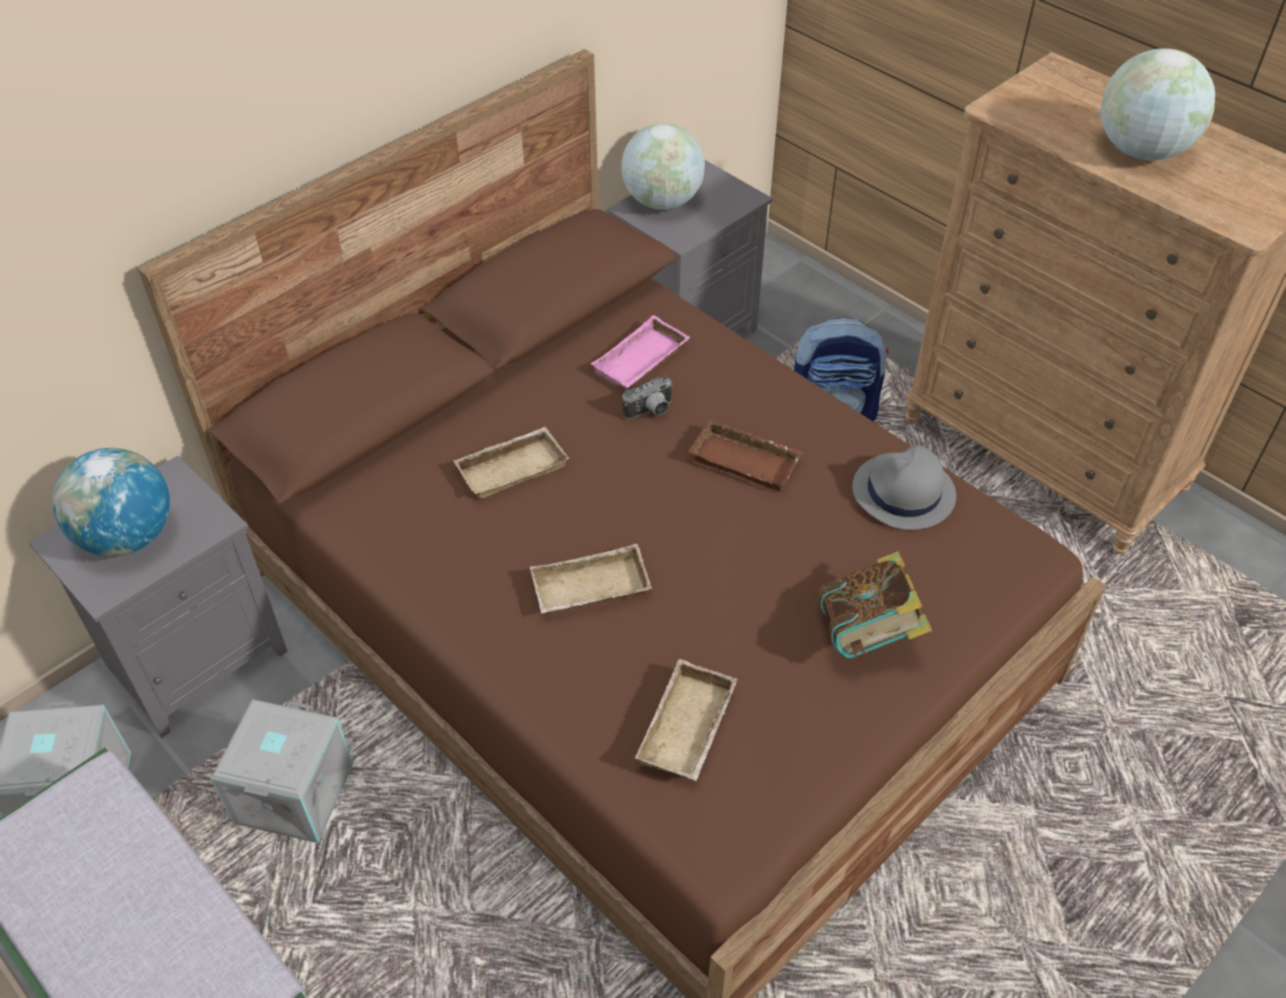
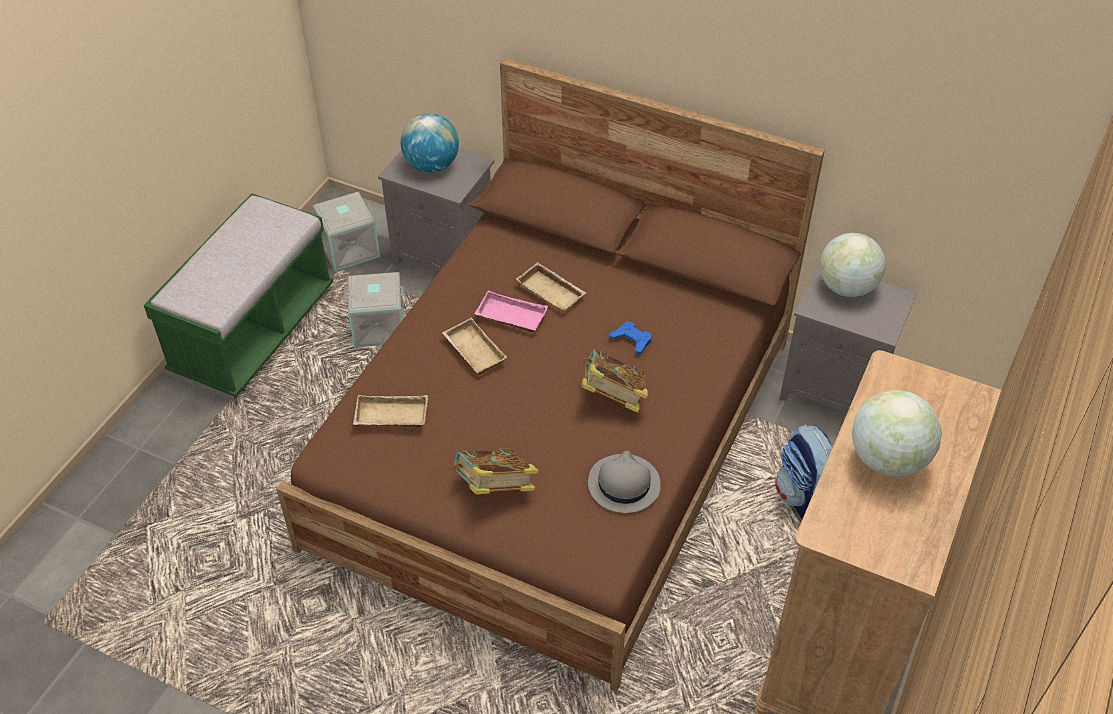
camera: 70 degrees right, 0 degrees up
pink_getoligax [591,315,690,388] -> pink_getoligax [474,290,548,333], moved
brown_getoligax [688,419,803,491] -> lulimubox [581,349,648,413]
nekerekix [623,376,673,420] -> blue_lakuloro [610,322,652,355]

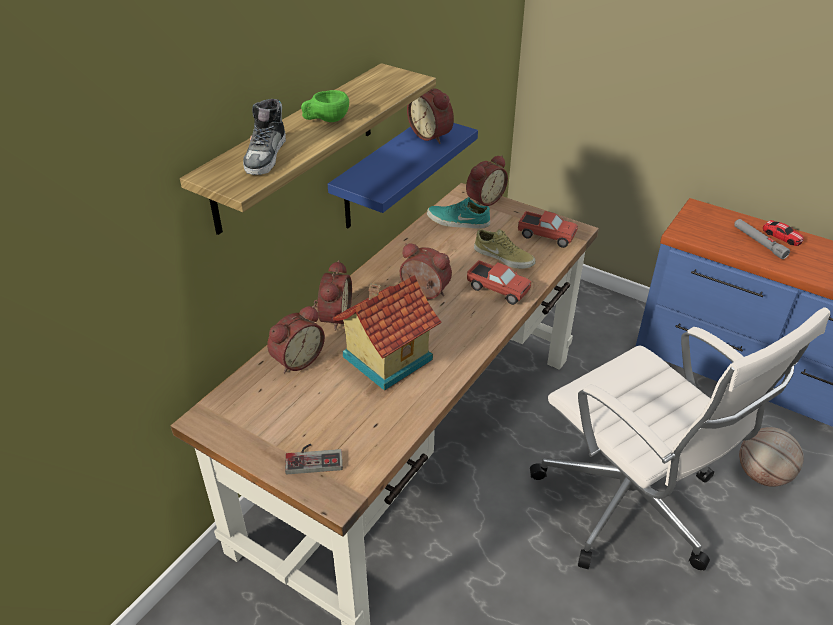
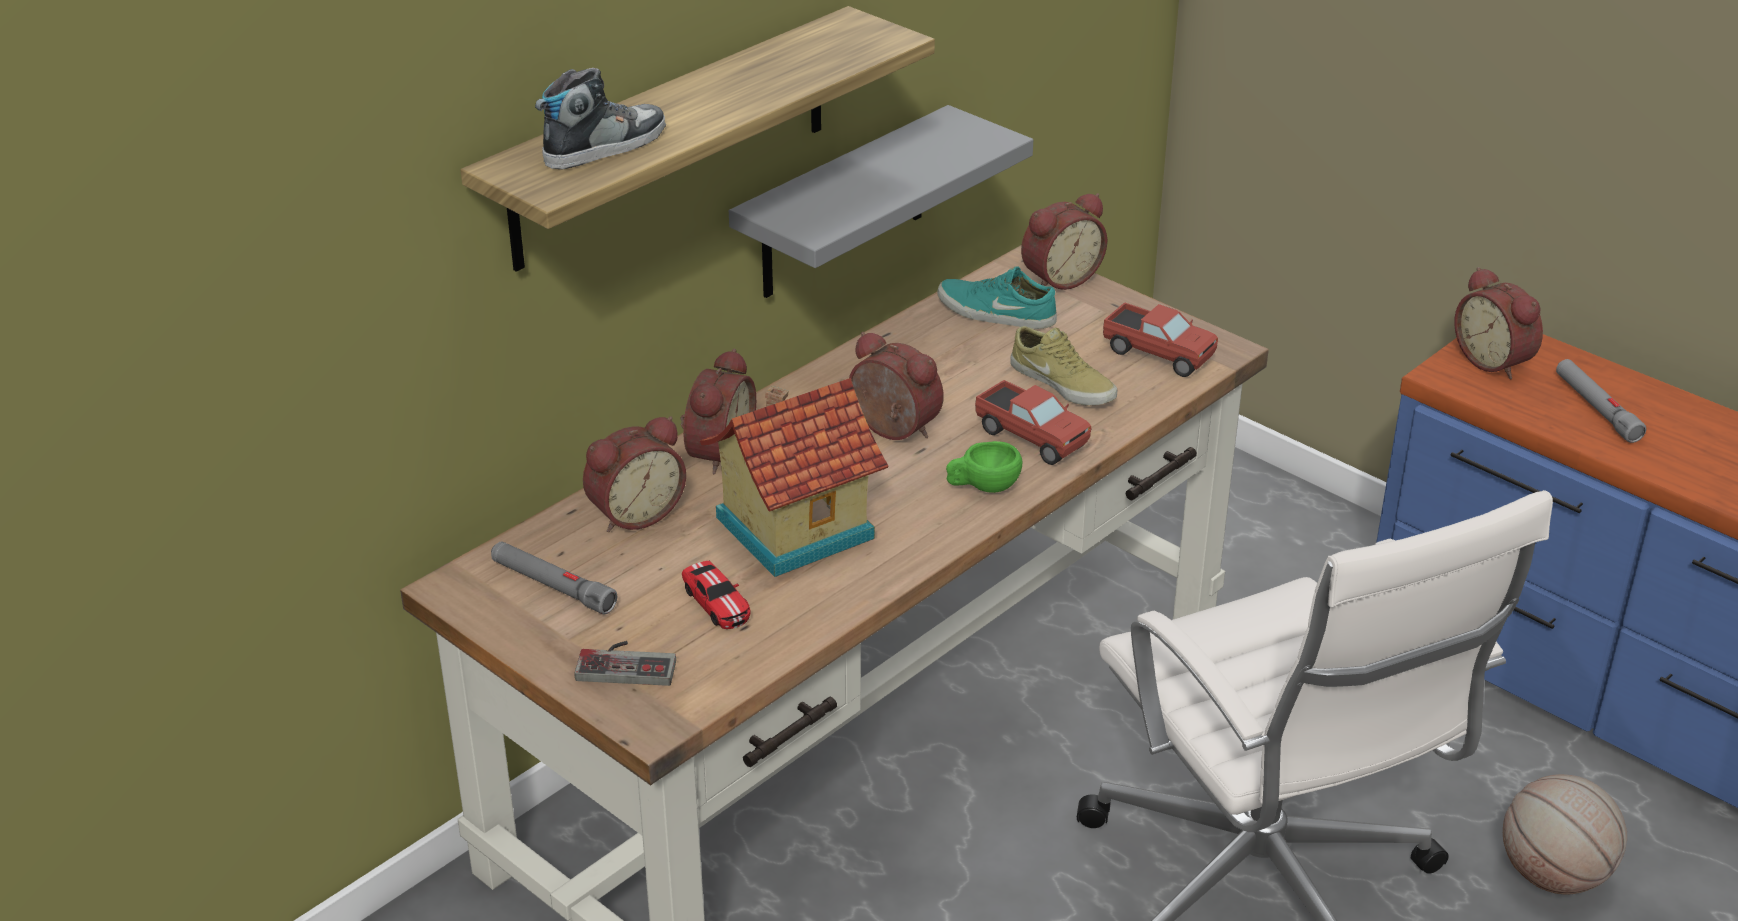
camera: 10 degrees right, 5 degrees down
none -> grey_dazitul [491,541,617,614]
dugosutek [243,99,286,175] -> dugosutek [535,68,666,169], 150 degrees counterclockwise
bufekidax [763,220,804,246] -> bufekidax [682,561,750,629], moved
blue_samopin [328,123,478,228] -> grey_samopin [729,105,1033,298]
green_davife [301,90,349,122] -> green_davife [946,441,1022,493], moved
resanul [407,88,454,144] -> resanul [1454,267,1543,379], moved

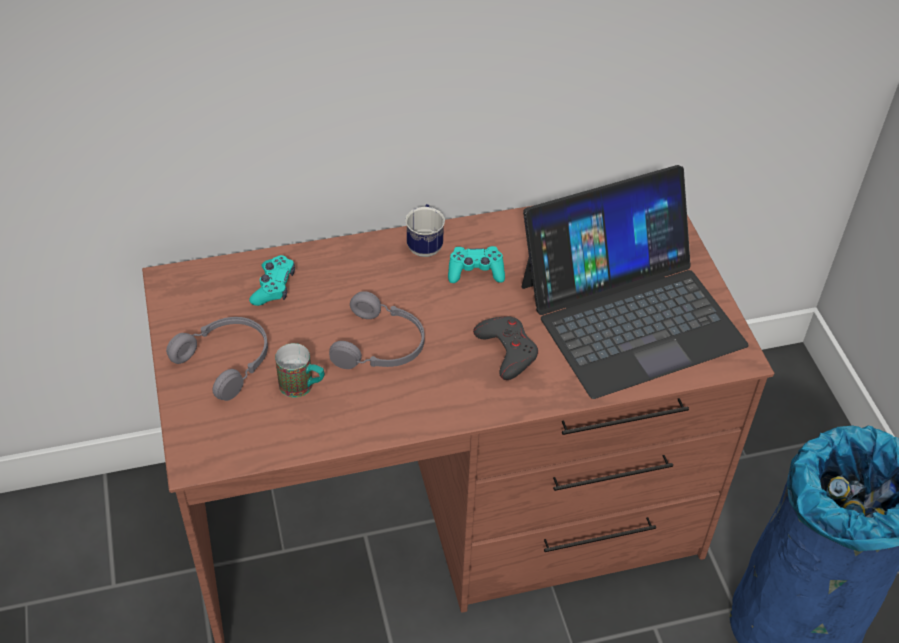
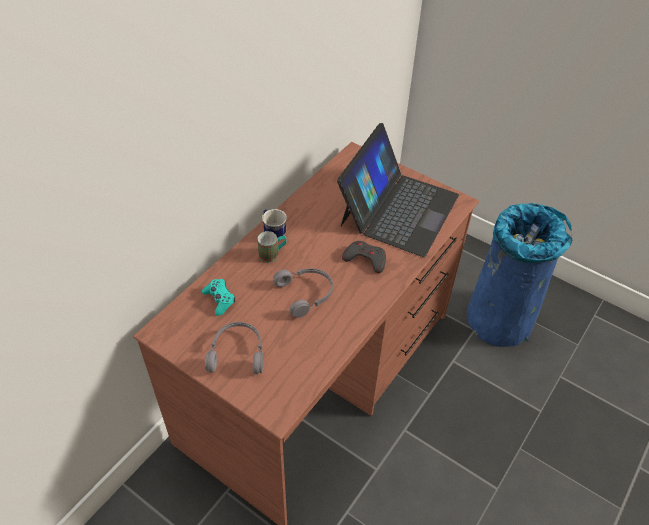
camera: 40 degrees left, 0 degrees up
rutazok [275,343,324,397] -> rutazok [257,231,287,263], moved
turquoise_lakuloro [448,246,505,283] -> none

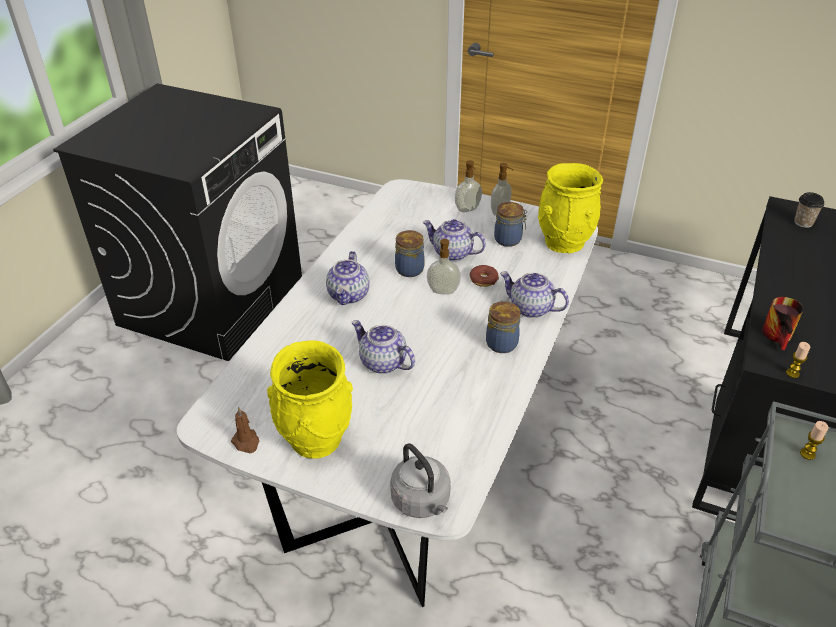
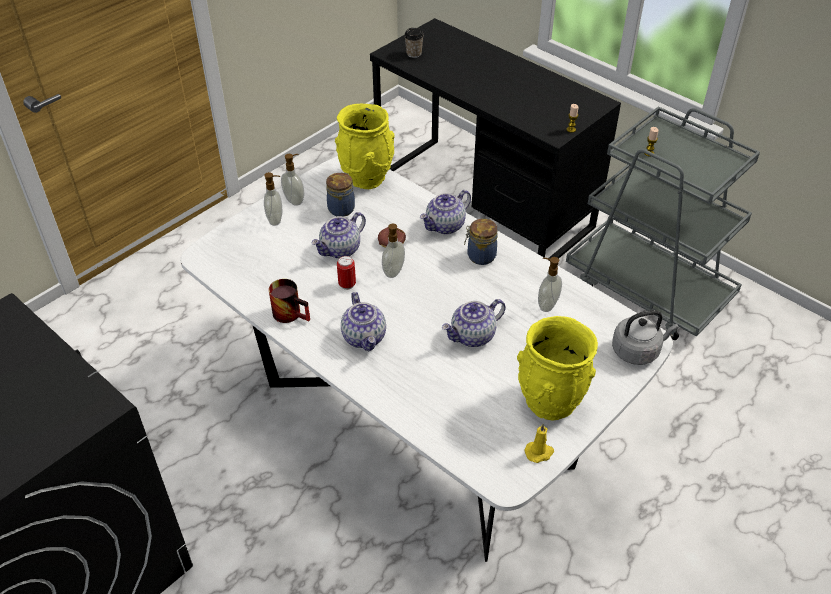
camera: 70 degrees left, 5 degrees up
rutazok [762,297,803,350] -> rutazok [269,279,310,323], moved
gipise [395,230,425,277] -> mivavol [337,256,356,290]
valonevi [326,251,369,305] -> valonevi [341,292,386,351], 45 degrees clockwise
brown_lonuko [231,407,259,453] -> yellow_lonuko [524,423,554,463]
none -> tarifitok [538,257,562,312]

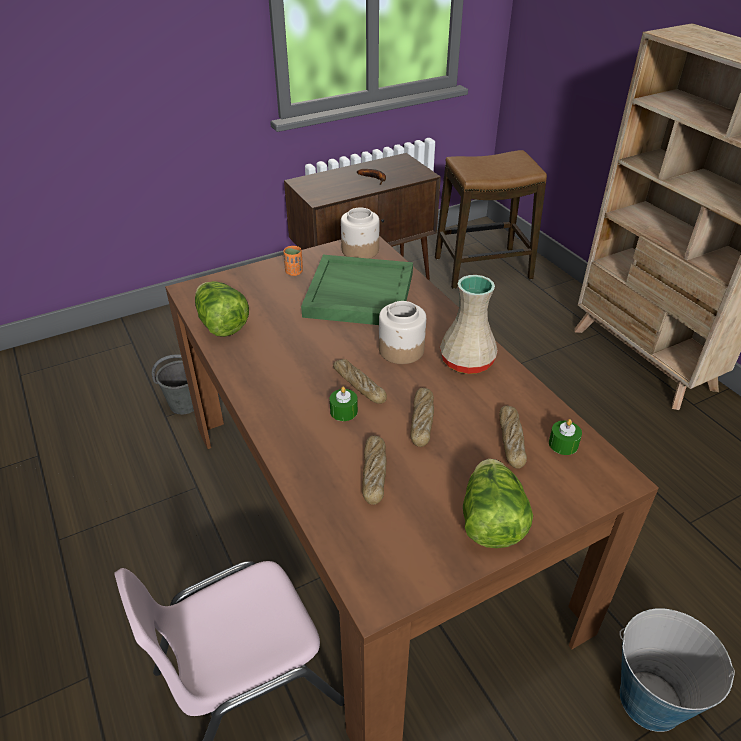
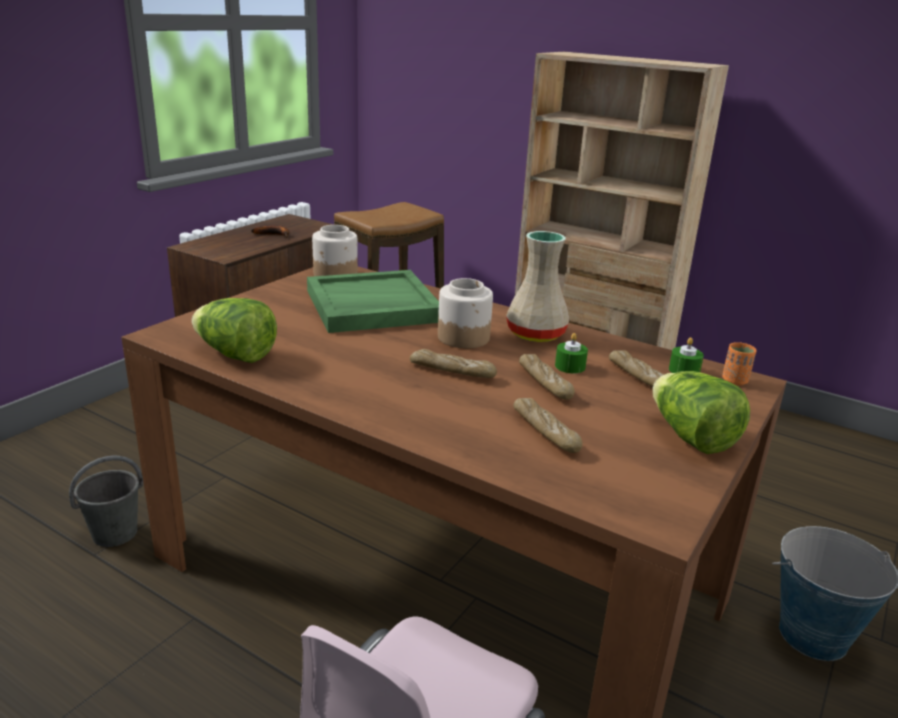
camera: 30 degrees left, 15 degrees down
green_lonuko [330,387,358,421] -> green_lonuko [555,333,588,373], moved
orange_davife [283,246,303,276] -> orange_davife [722,342,757,386], moved

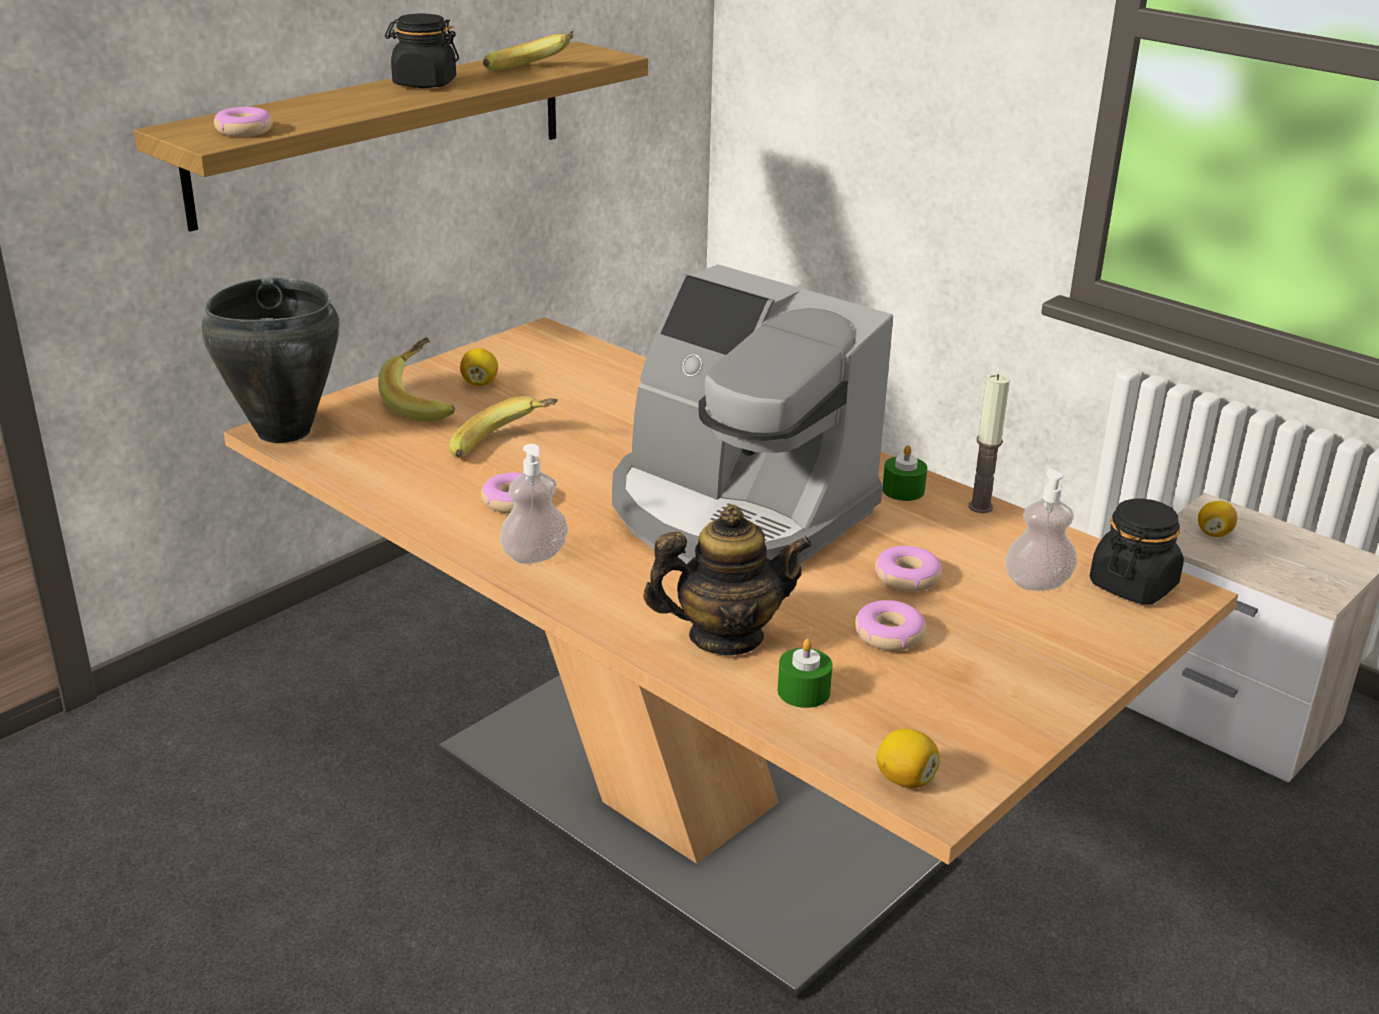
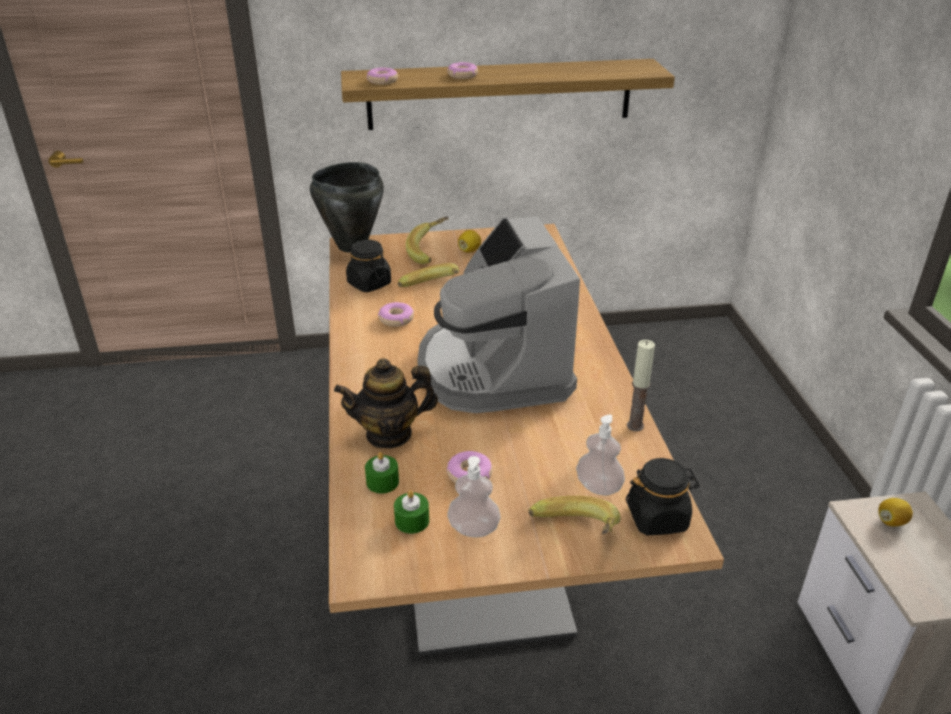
camera: 40 degrees right, 5 degrees up
valonevi [643,505,812,656] -> valonevi [334,358,438,449], 135 degrees clockwise
black_gipise [385,13,459,88] -> black_gipise [346,240,391,292], moved
green_lonuko [882,445,927,501] -> green_lonuko [394,490,429,534], moved
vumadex [875,546,943,592] -> vumadex [447,62,478,79], moved
tarifitok [500,444,568,564] -> tarifitok [448,456,500,537], moved
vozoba [483,31,574,70] -> vozoba [528,496,621,535], moved
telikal [876,729,940,788] -> none

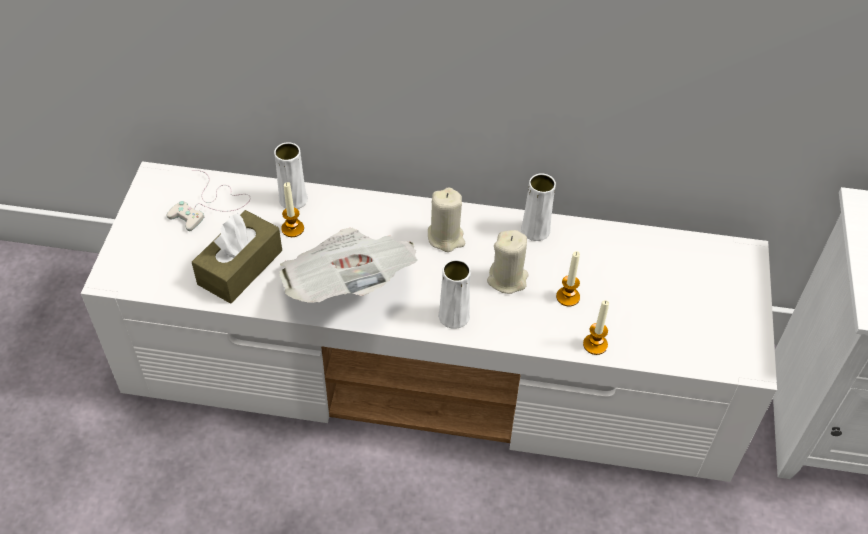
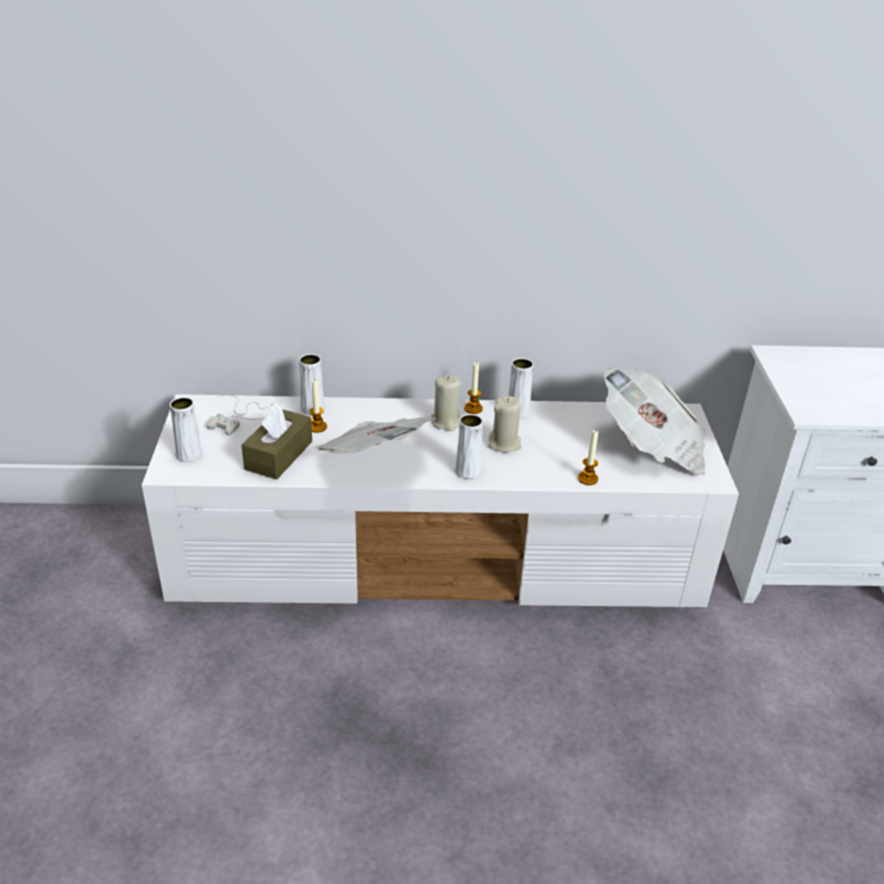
camera: 10 degrees left, 15 degrees down
none -> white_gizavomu [170,397,203,462]
lonuko [556,251,580,306] -> lonuko [464,362,483,414], moved
none -> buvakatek [604,368,706,475]

